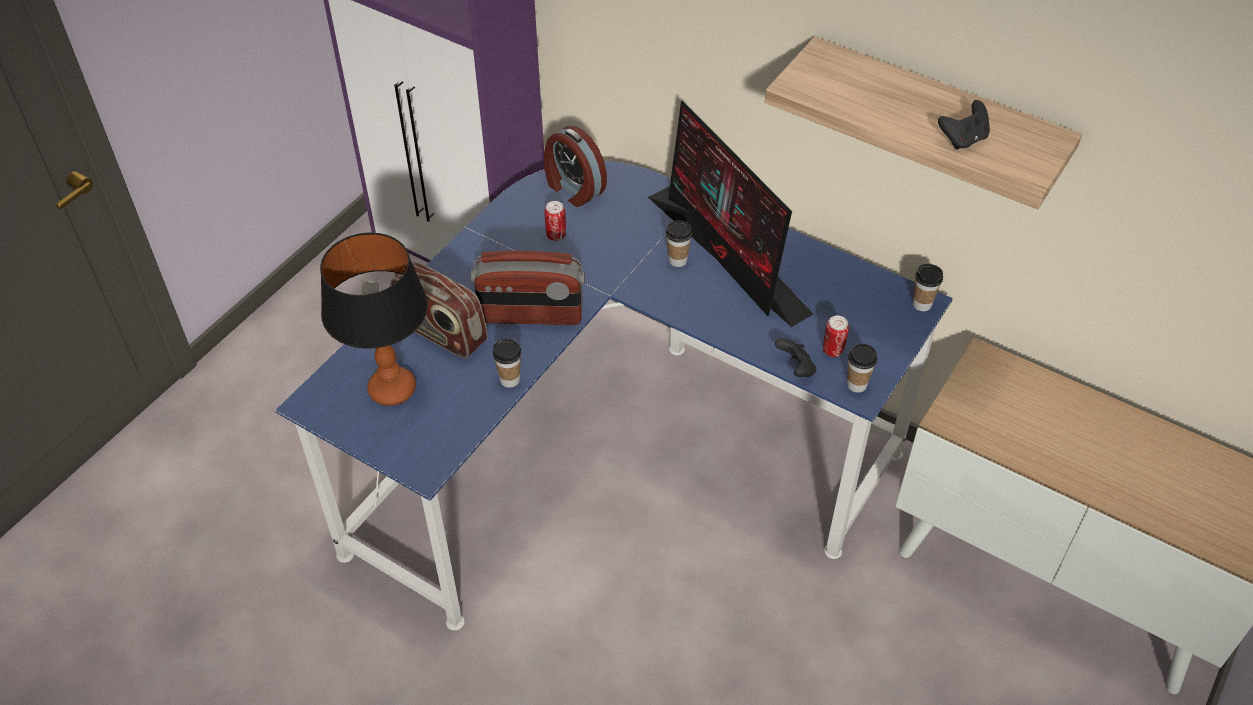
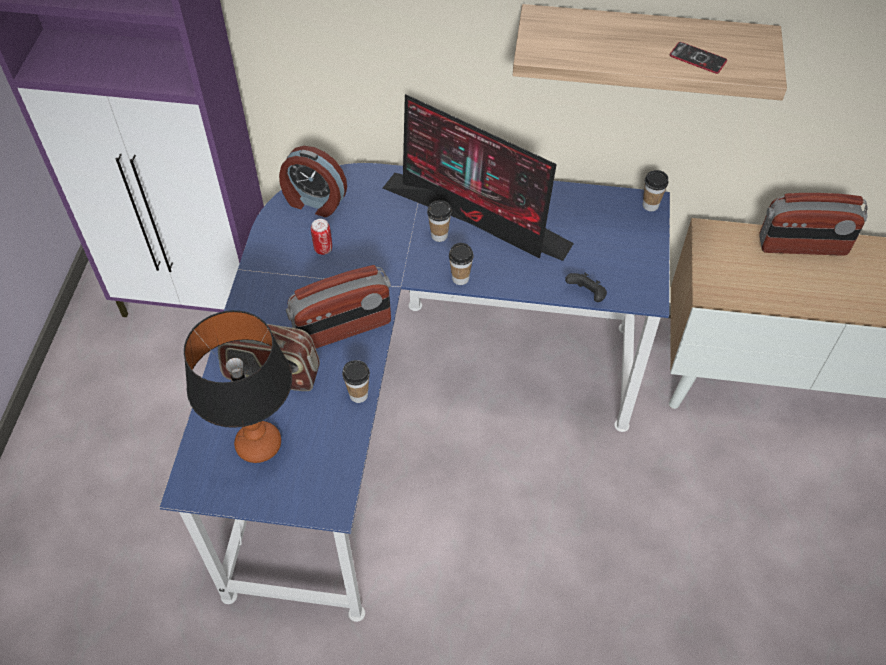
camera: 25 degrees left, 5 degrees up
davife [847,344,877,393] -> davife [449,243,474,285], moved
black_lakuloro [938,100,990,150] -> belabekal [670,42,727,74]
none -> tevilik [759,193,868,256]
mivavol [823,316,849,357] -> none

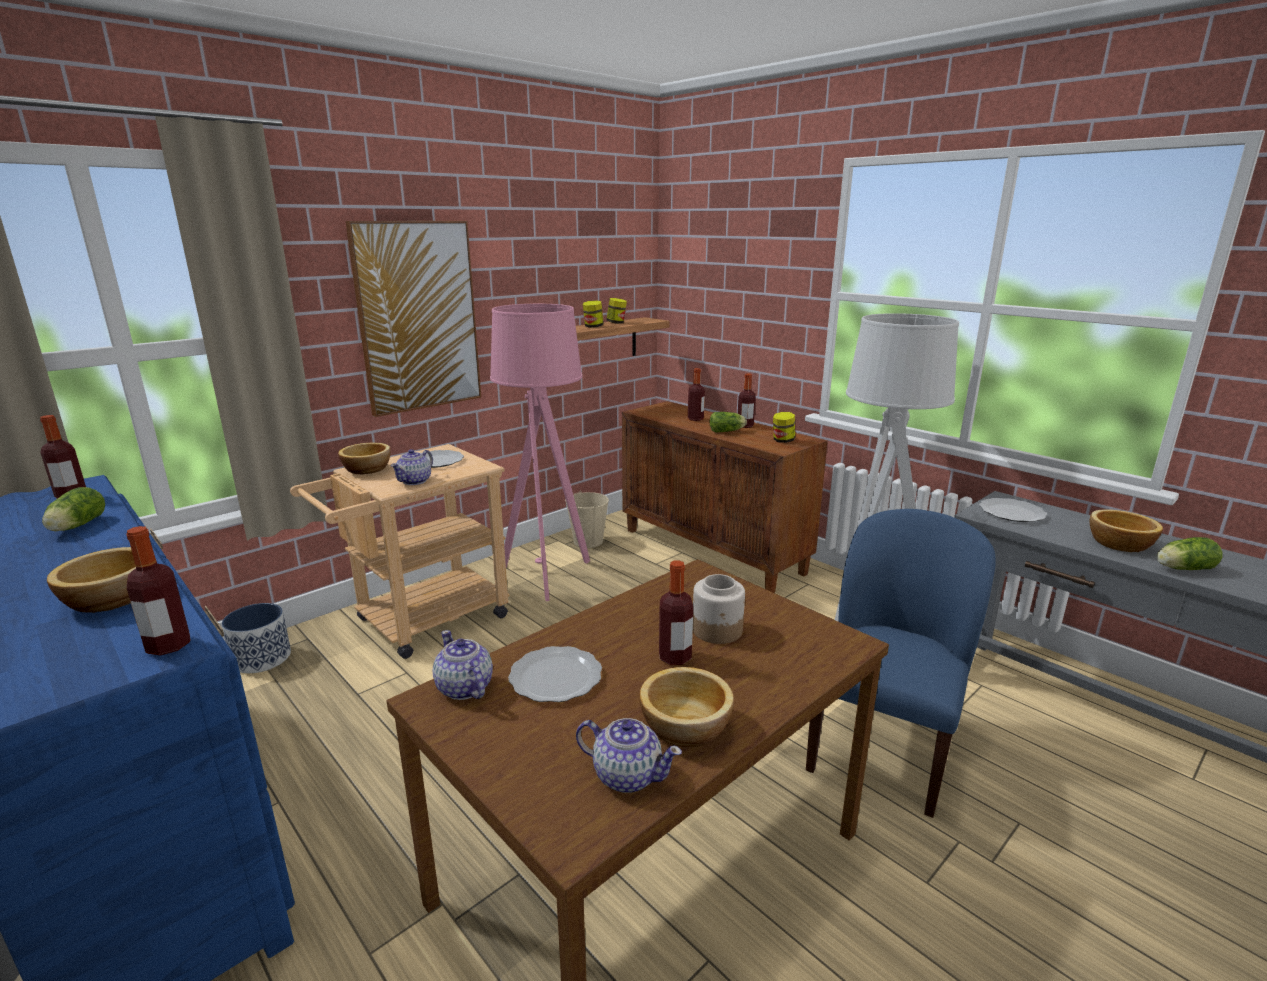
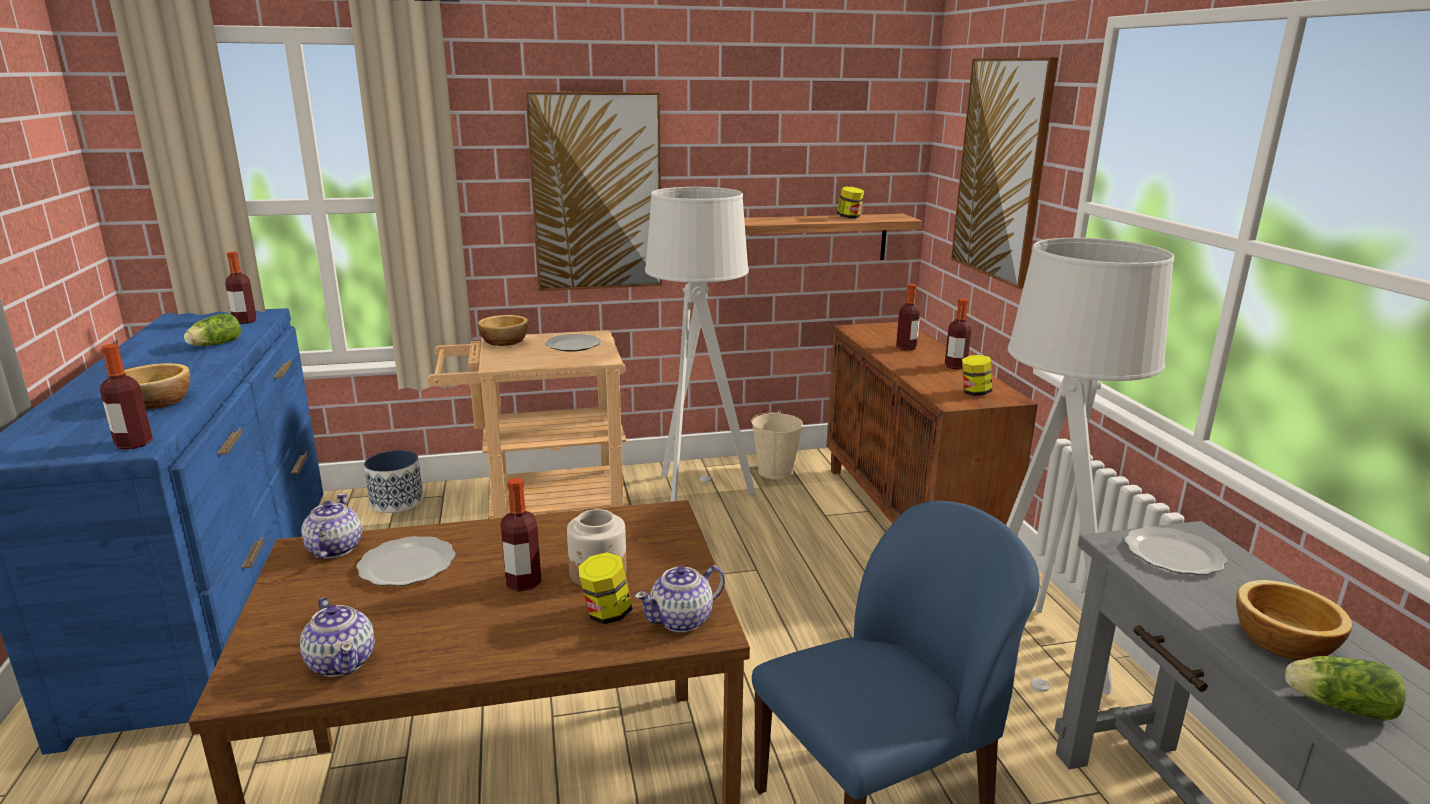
camera: 30 degrees right, 0 degrees up
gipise [583,300,604,328] -> gipise [578,552,633,624], moved
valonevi [391,449,433,485] -> valonevi [635,565,725,632], moved
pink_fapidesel [490,304,590,601] -> grey_fapidesel [645,187,755,502]
none -> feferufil [951,57,1058,289]
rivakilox [639,667,734,748] -> none
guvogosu [710,412,747,432] -> none

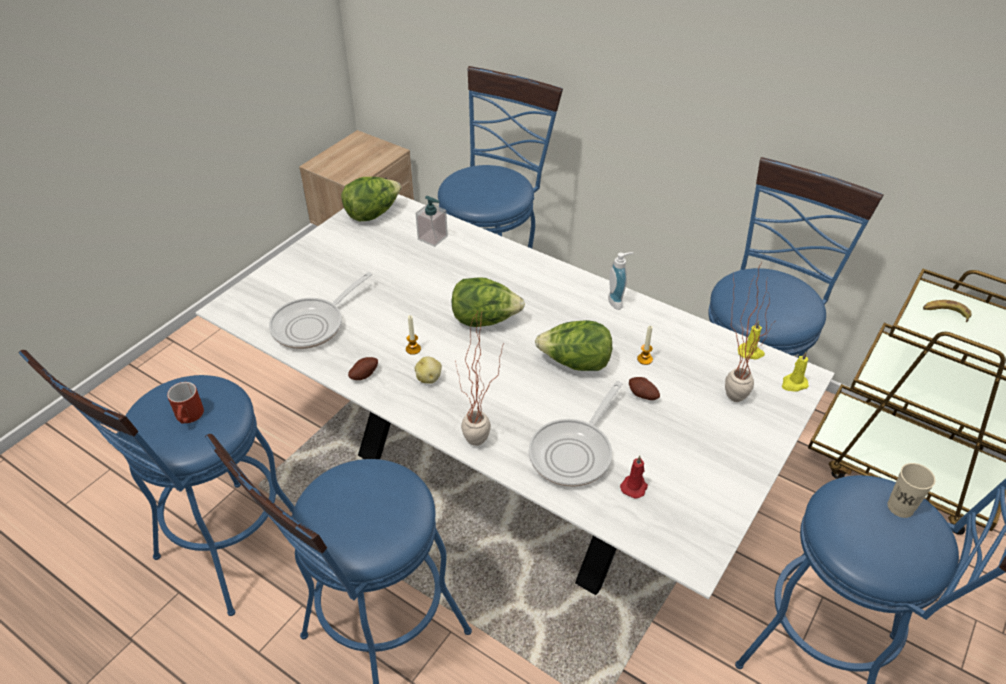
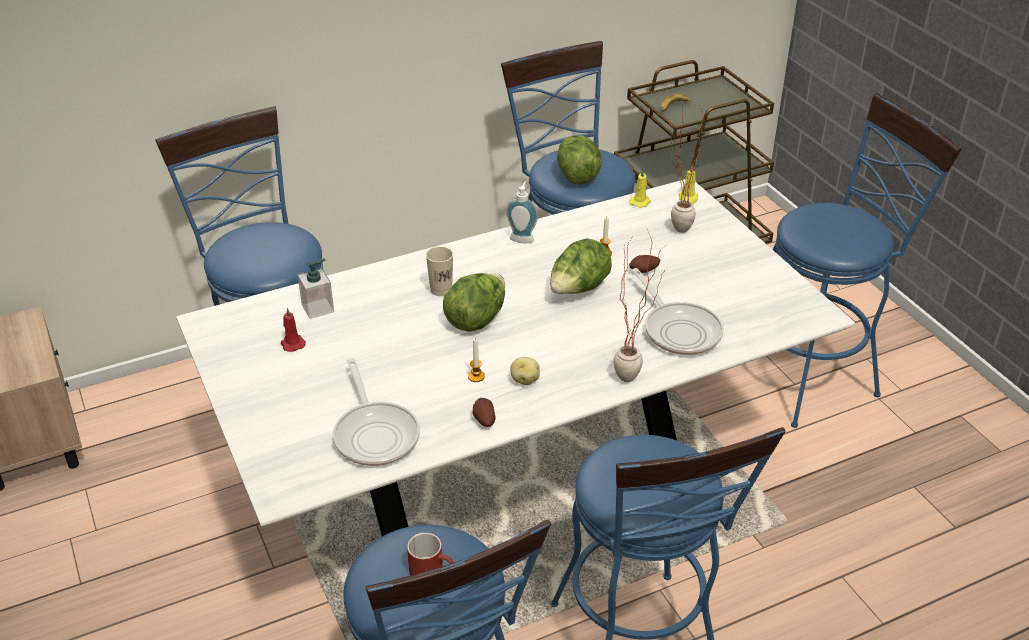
camera: 60 degrees left, 5 degrees down
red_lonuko [620,456,648,498] -> red_lonuko [281,308,306,352], moved
beige_davife [887,463,935,518] -> beige_davife [426,246,453,296], moved
guvogosu [341,177,401,221] -> guvogosu [557,135,602,184], moved

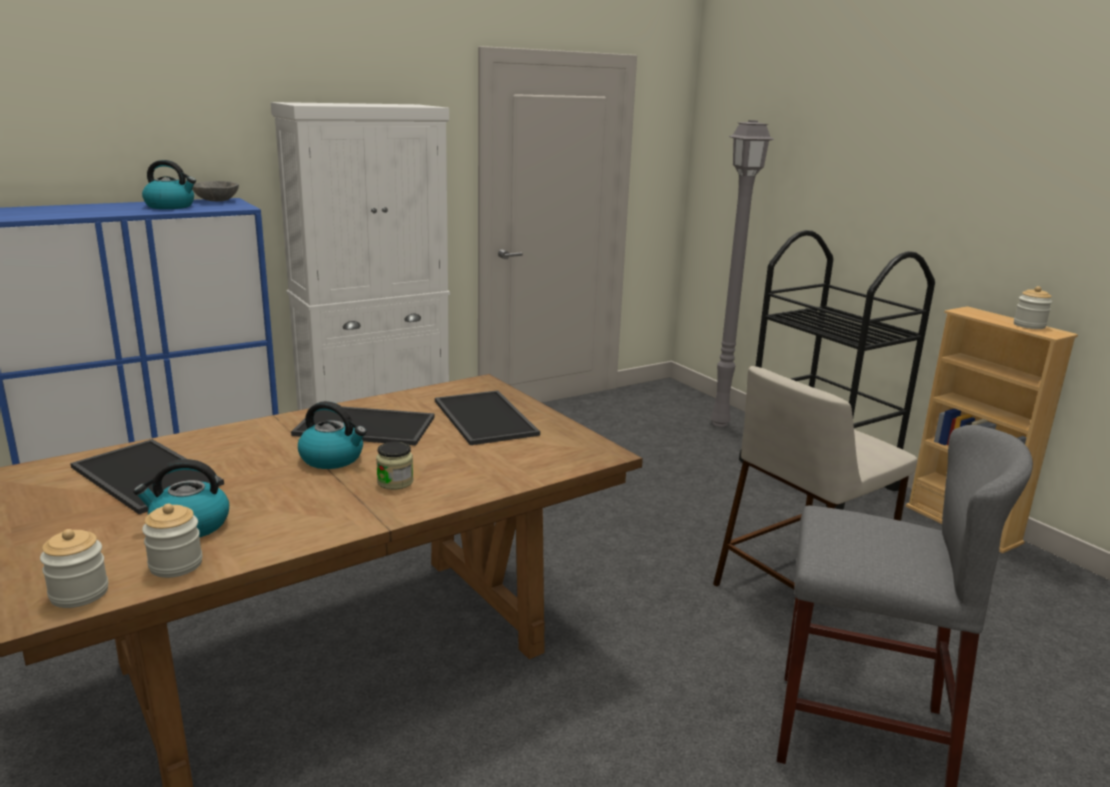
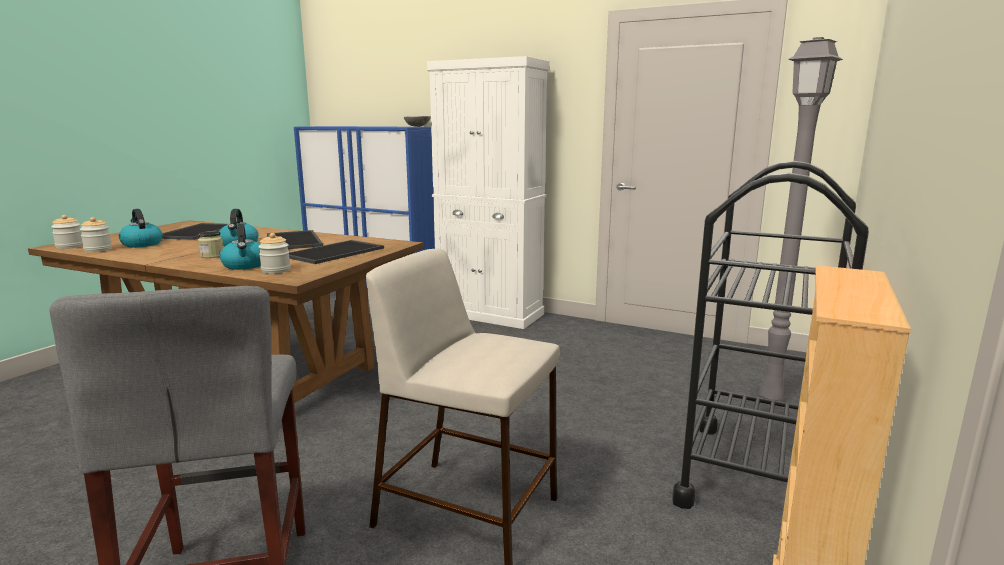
camera: 60 degrees right, 5 degrees down
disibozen [142,160,196,209] -> disibozen [220,224,261,270], moved
gipise [1014,286,1052,329] -> gipise [258,233,291,274], moved

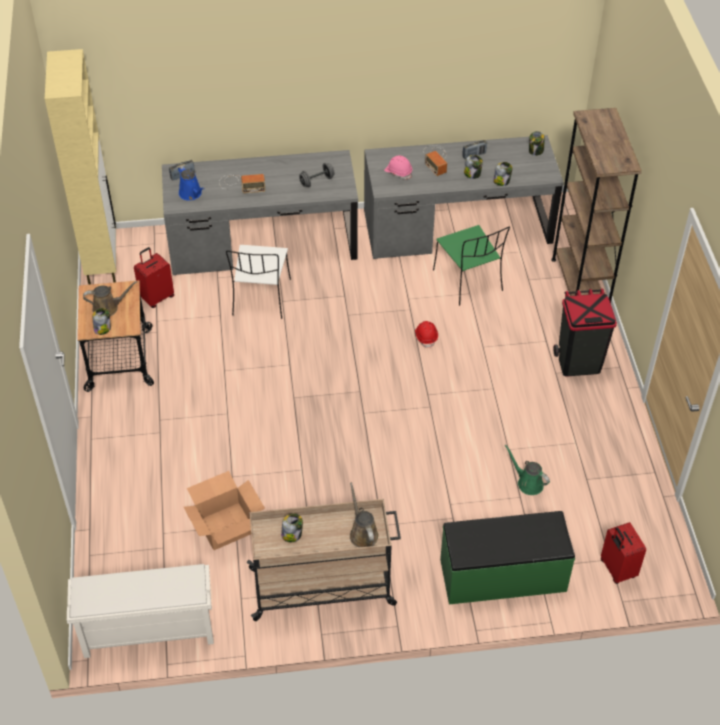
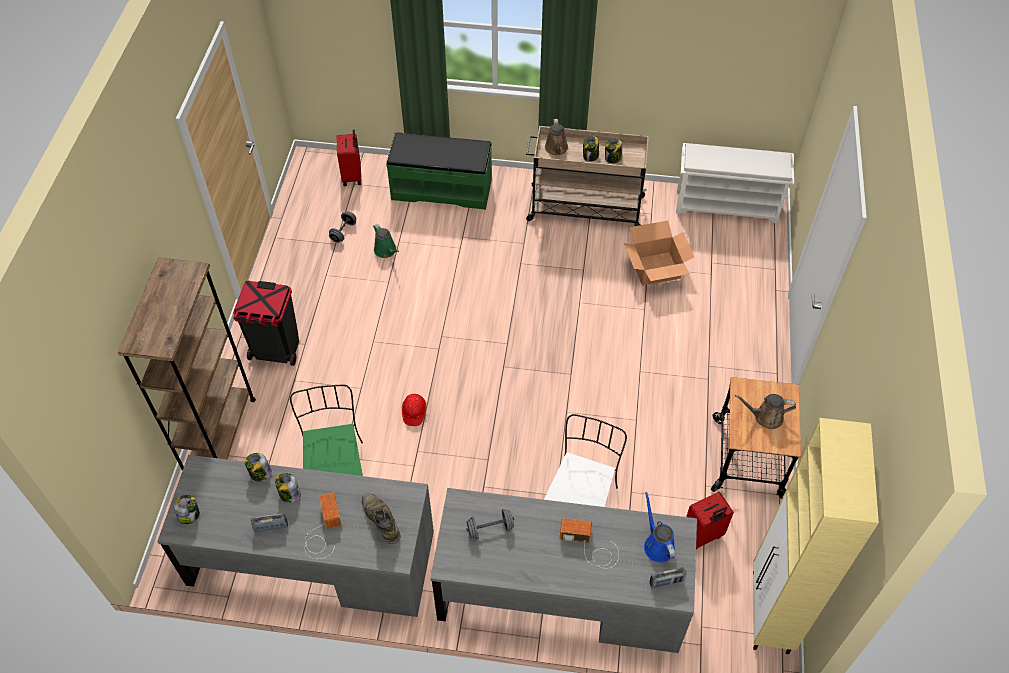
camera: 165 degrees left, 5 degrees up
none -> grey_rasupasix [329,211,356,243]
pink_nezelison [384,156,412,179] -> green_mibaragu [361,493,401,544]
gipise [92,308,111,335] -> gipise [583,136,599,162], moved

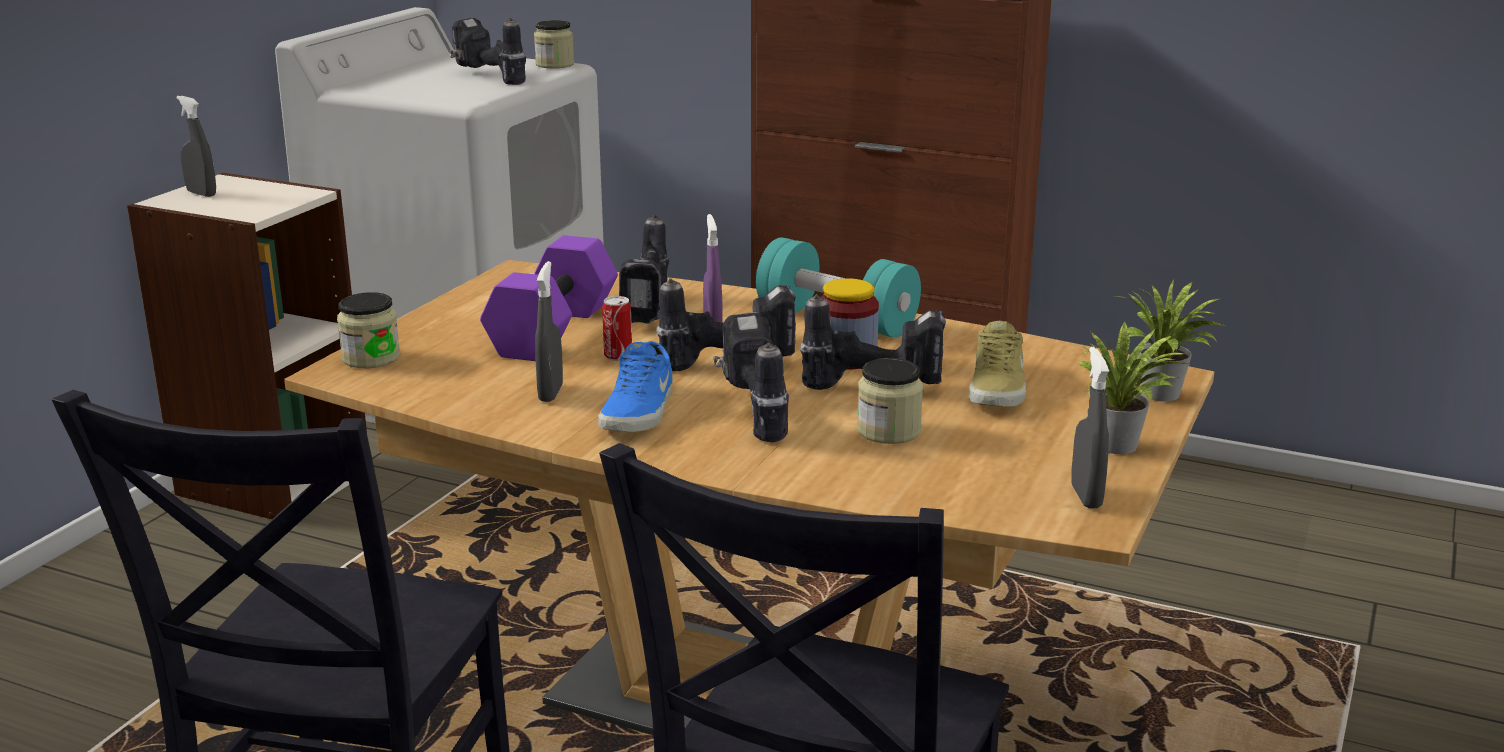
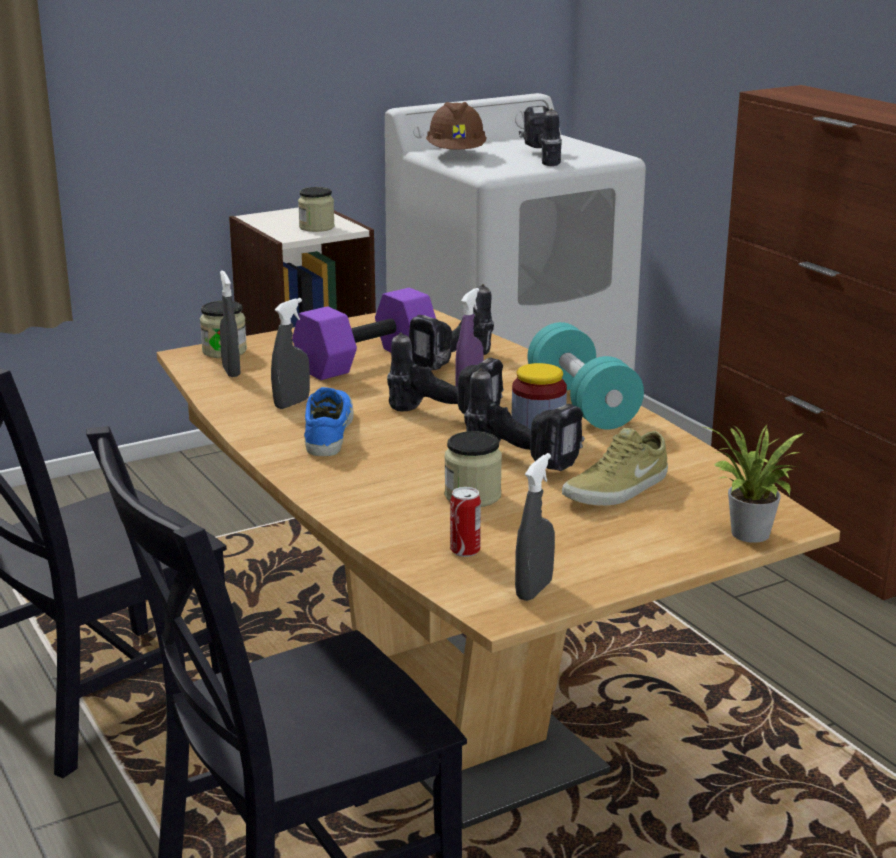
camera: 35 degrees right, 0 degrees up
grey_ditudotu [176,96,216,197] -> grey_ditudotu [220,270,240,377], moved
gipise [534,20,574,68] -> gipise [298,187,335,232], moved
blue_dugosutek [598,341,673,432] -> blue_dugosutek [304,387,353,456], 135 degrees clockwise
none -> brown_nezelison [426,102,487,149]
mivavol [602,296,632,361] -> mivavol [450,487,481,557], moved
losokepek [713,312,789,442] -> none
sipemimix [1078,321,1190,454] -> none

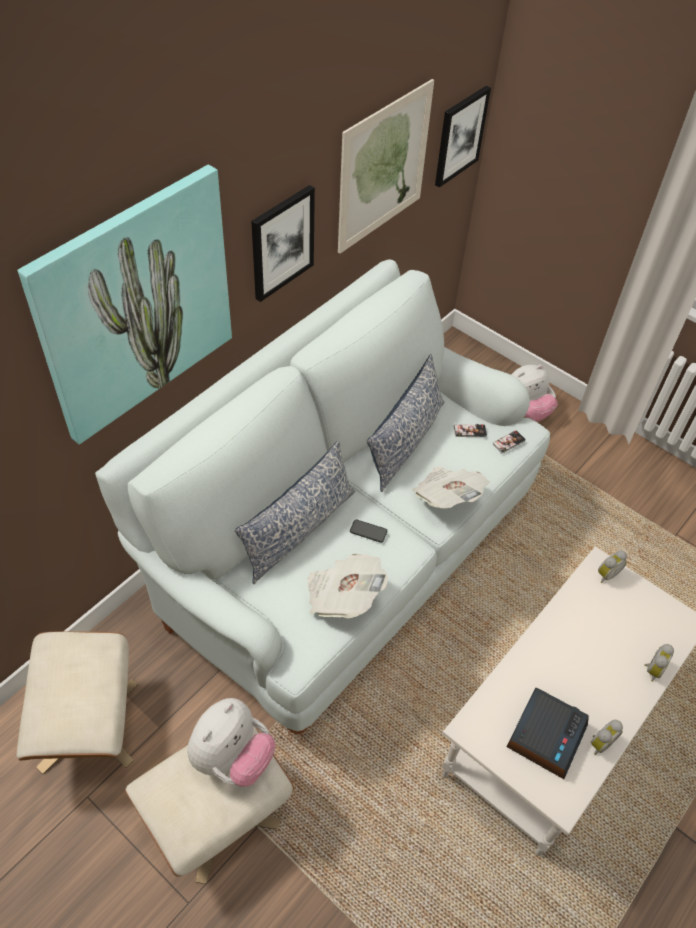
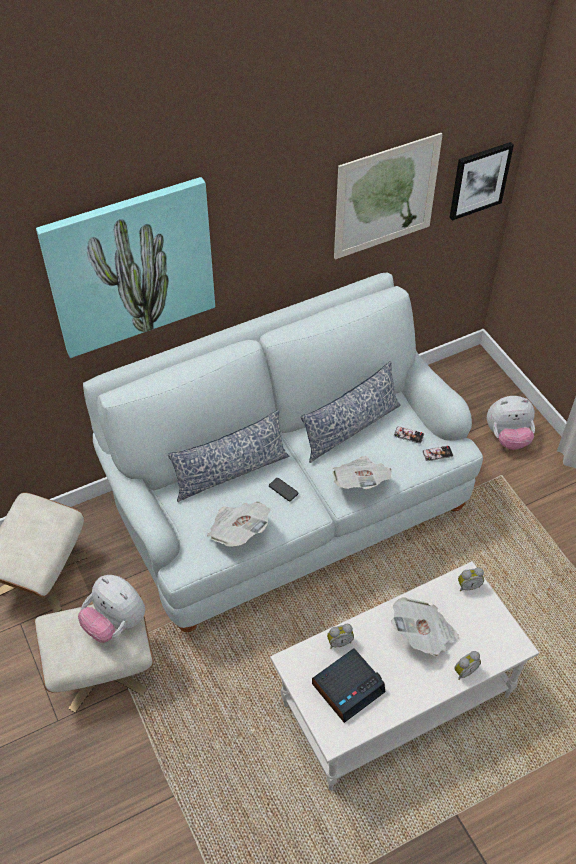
camera: 25 degrees right, 0 degrees up
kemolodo [187,698,276,787] -> kemolodo [78,575,145,643], 75 degrees clockwise
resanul [591,720,623,755] -> resanul [327,624,354,648], moved
none -> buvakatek [391,597,459,656]
feferufil [251,185,315,302] -> none

